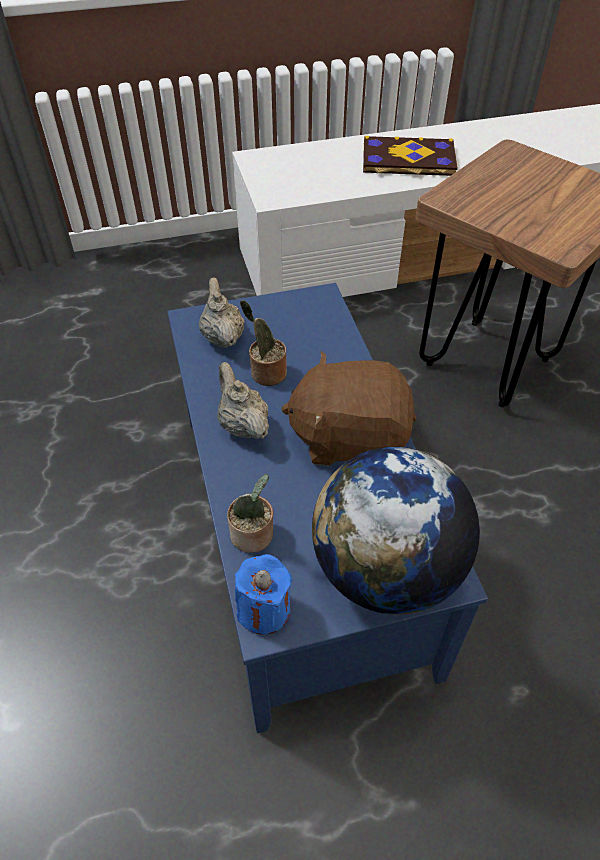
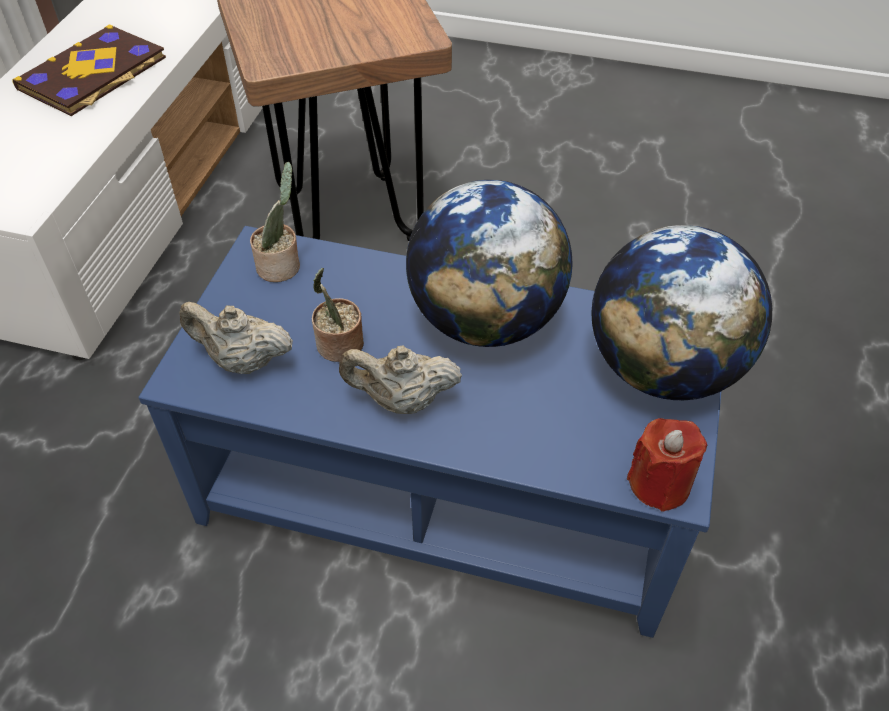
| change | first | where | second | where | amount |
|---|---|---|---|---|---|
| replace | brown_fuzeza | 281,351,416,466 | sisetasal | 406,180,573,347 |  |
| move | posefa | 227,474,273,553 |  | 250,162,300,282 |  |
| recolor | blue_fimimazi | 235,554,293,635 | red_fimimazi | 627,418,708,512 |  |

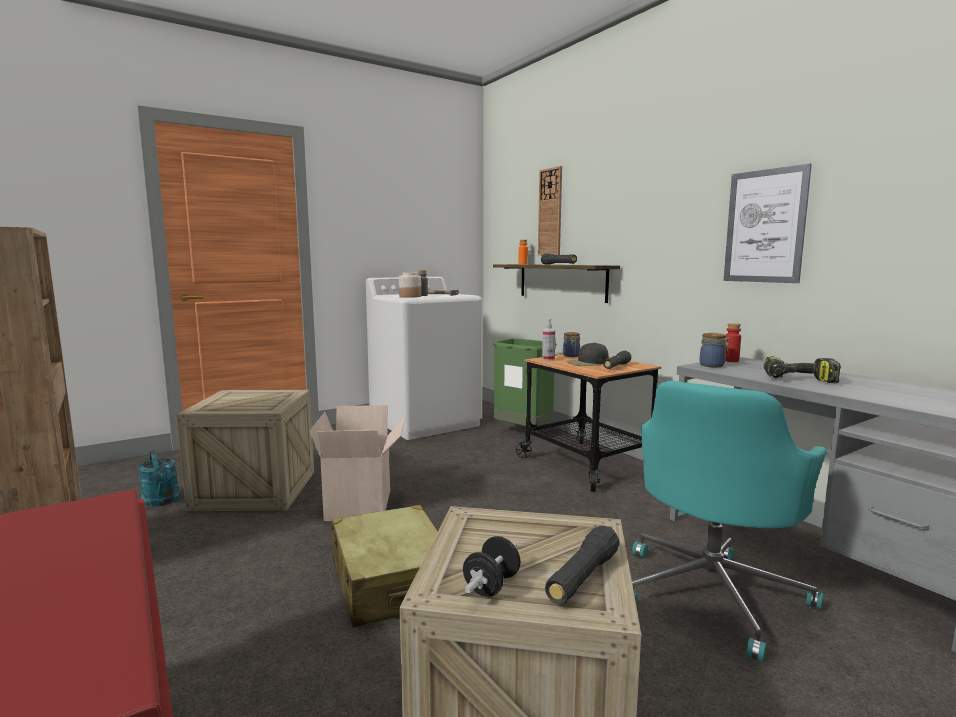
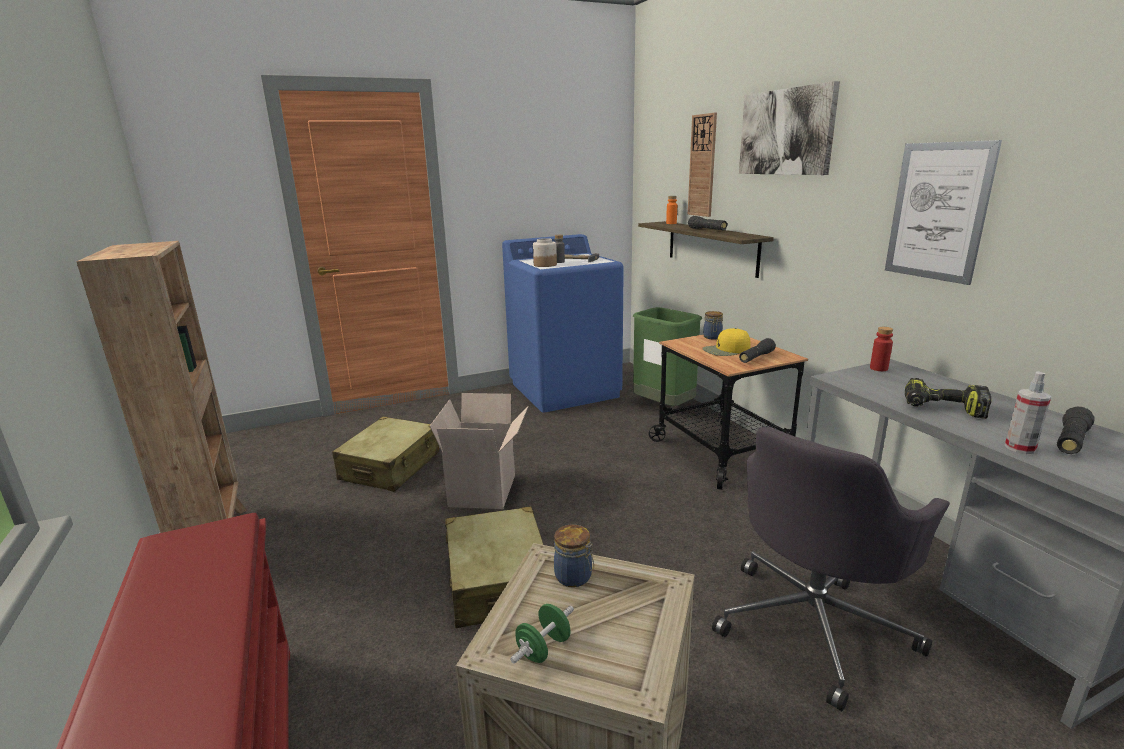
| change | first | where | second | where | amount |
|---|---|---|---|---|---|
| recolor | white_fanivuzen | 366,277,482,440 | blue_fanivuzen | 502,234,624,413 |  |
| move | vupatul | 542,319,555,361 |  | 1005,371,1051,454 |  |
| move | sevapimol | 700,333,729,367 |  | 554,524,594,587 |  |
| recolor | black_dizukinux | 566,342,609,366 | yellow_dizukinux | 702,328,751,356 |  |
| recolor | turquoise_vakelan | 632,381,827,663 | grey_vakelan | 712,426,950,711 |  |
| replace | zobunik | 176,390,314,511 | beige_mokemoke | 332,417,439,492 |  |
| delete | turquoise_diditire | 138,450,180,507 |  |  |  |
| move | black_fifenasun | 545,526,619,604 |  | 1057,407,1095,454 |  |
| recolor | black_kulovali | 463,536,521,597 | green_kulovali | 510,604,574,664 |  |
| insert |  |  | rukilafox | 739,81,840,175 |  |

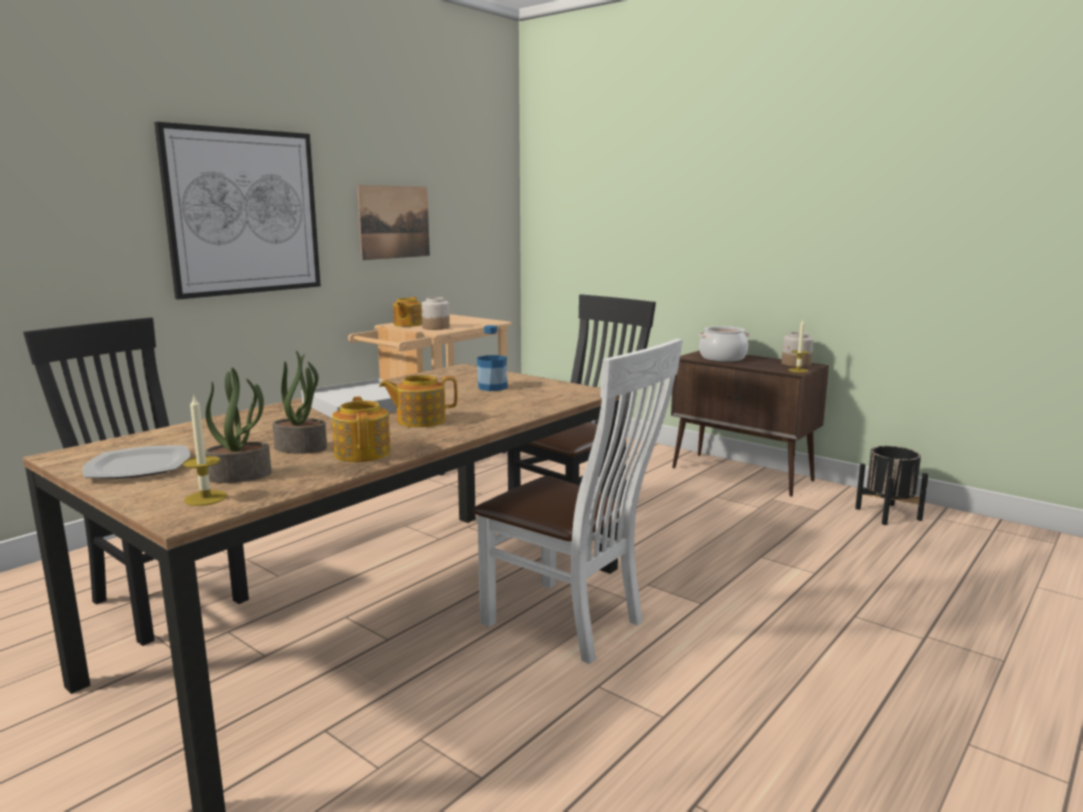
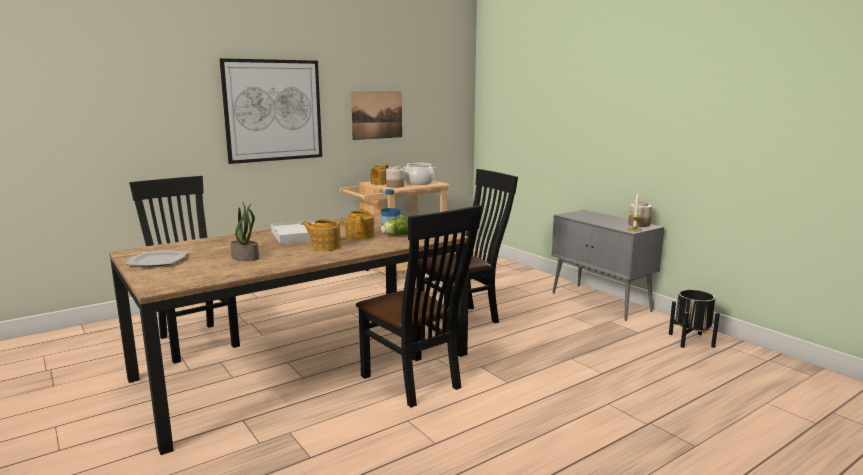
| change | first | where | second | where | amount |
|---|---|---|---|---|---|
| move | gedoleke | 698,326,750,362 |  | 403,163,435,185 |  |
| recolor | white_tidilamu | 472,339,683,664 | black_tidilamu | 356,205,482,408 |  |
| recolor | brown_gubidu | 671,350,829,497 | grey_gubidu | 552,210,664,321 |  |
| delete | posefa | 205,367,272,483 |  |  |  |
| delete | fimimazi | 183,394,227,506 |  |  |  |
| move | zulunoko | 332,396,391,462 |  | 347,208,375,240 |  |
| insert |  |  | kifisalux | 381,216,408,236 |  |

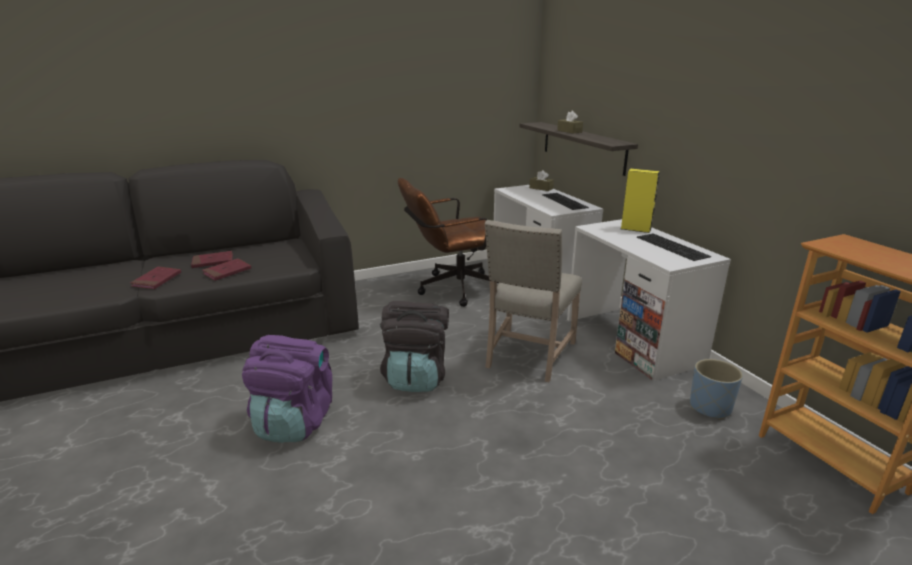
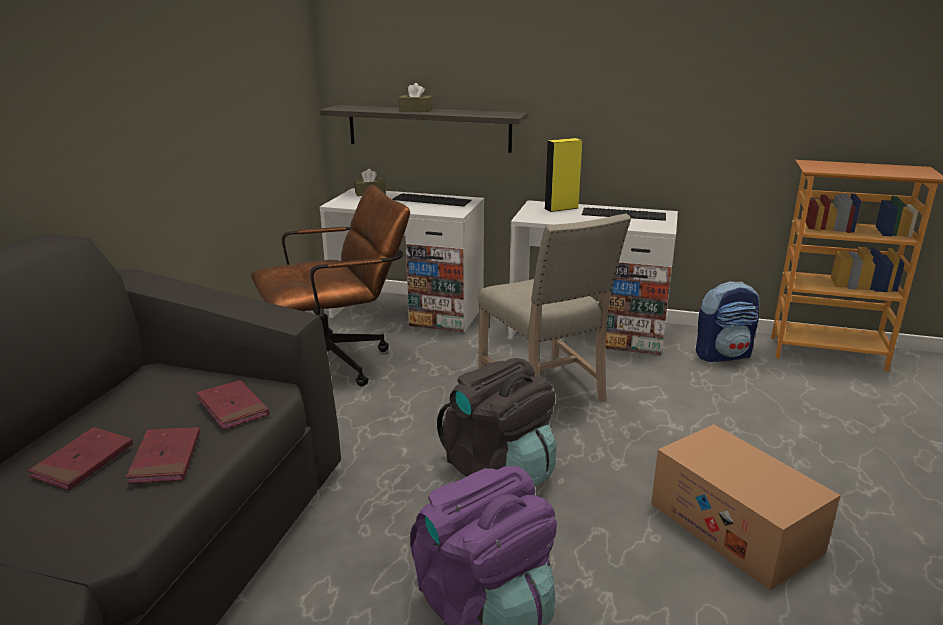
| change | first | where | second | where | amount |
|---|---|---|---|---|---|
| rotate | brown_vakelan | 398,178,499,307 |  | 251,185,410,386 | 135 degrees counterclockwise |
| move | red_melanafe | 130,266,181,289 |  | 197,380,269,430 |  |
| replace | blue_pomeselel | 690,359,743,420 | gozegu | 696,281,759,362 |  |
| insert |  |  | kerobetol | 651,424,841,590 |  |

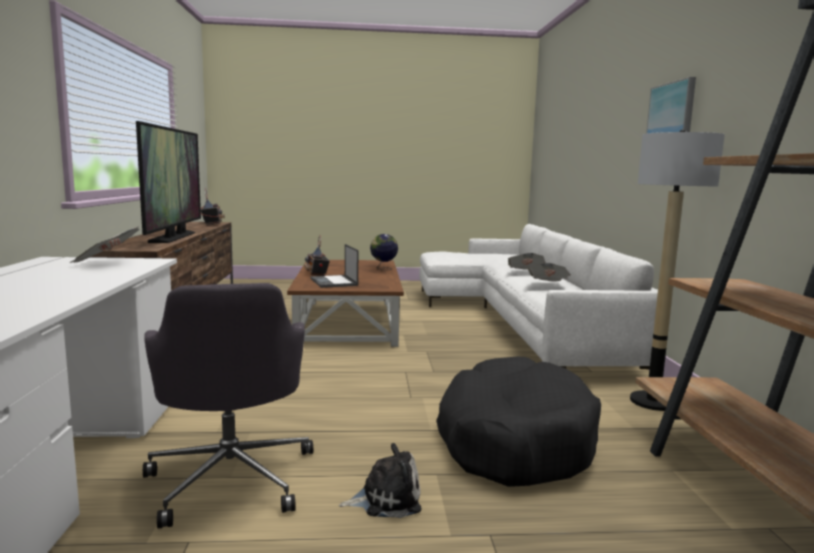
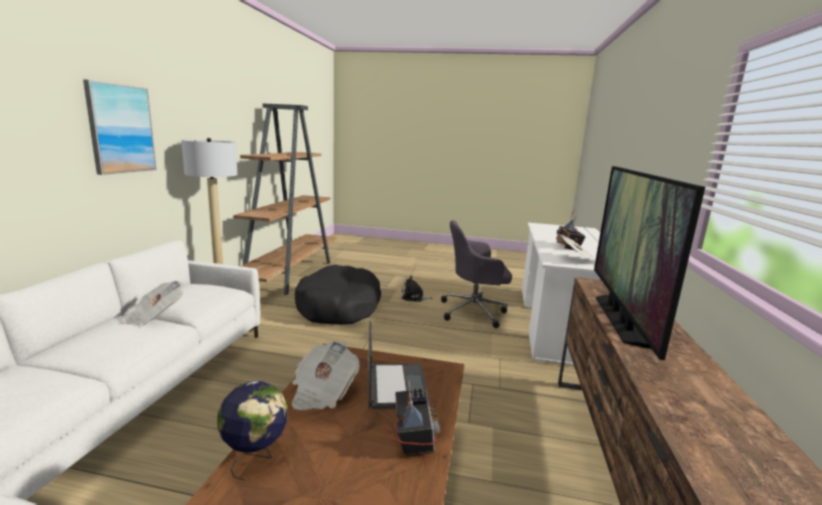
| change | first | where | second | where | amount |
|---|---|---|---|---|---|
| move | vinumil | 201,188,225,226 |  | 556,209,586,250 |  |
| move | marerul | 508,253,546,269 |  | 291,341,360,410 |  |
| rotate | grey_vakelan | 143,283,313,529 |  | 441,220,512,328 | 90 degrees counterclockwise |

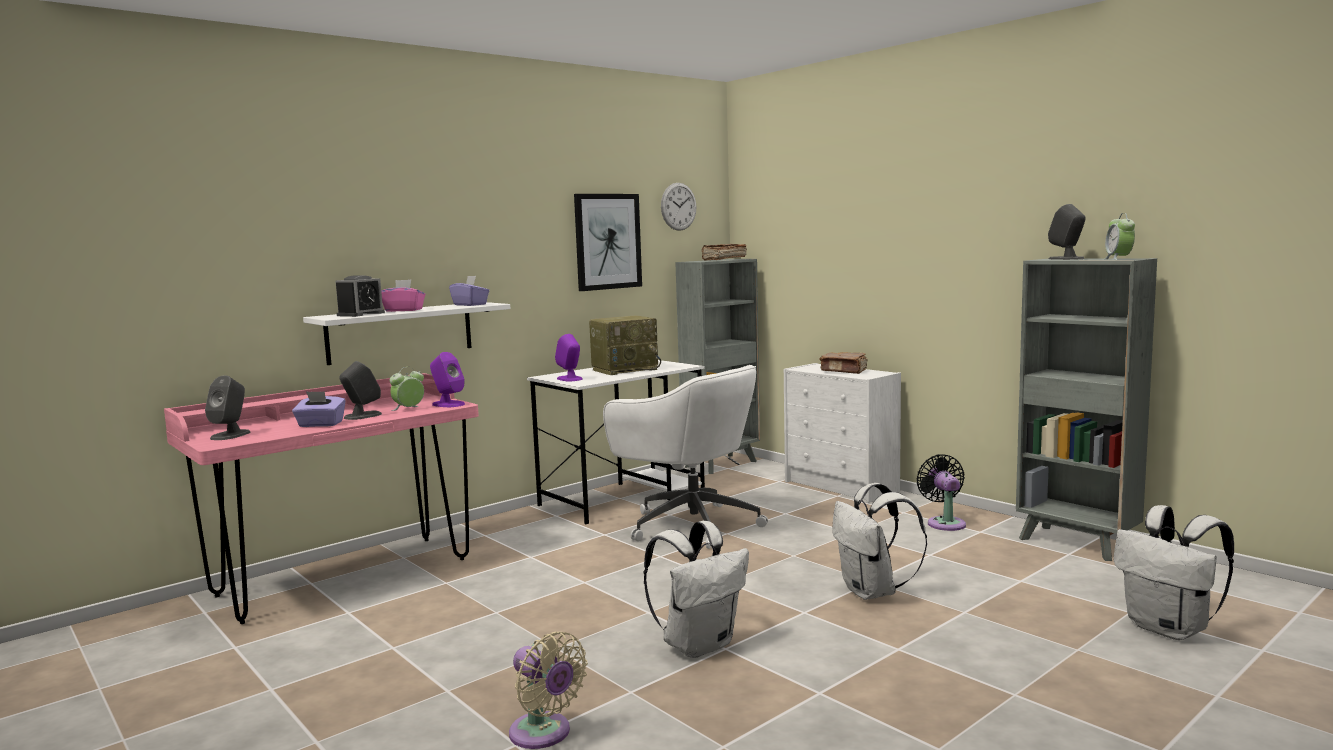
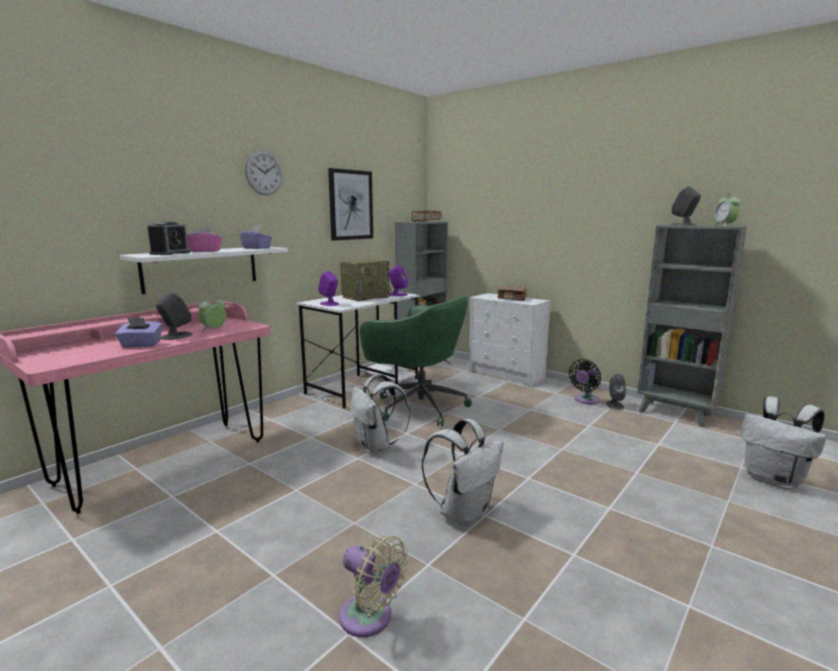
| change | first | where | second | where | amount |
|---|---|---|---|---|---|
| move | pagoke | 661,183,697,231 |  | 245,150,283,195 |  |
| move | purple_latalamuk | 430,352,465,407 |  | 388,265,408,296 |  |
| recolor | white_vakelan | 603,365,768,549 | green_vakelan | 360,295,472,426 |  |
| move | grey_latalamuk | 205,375,250,440 |  | 606,374,626,410 |  |
| rotate | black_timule | 916,454,966,531 |  | 569,359,601,404 | 120 degrees counterclockwise |
| move | white_gozegu | 833,483,927,600 |  | 351,374,410,454 |  |

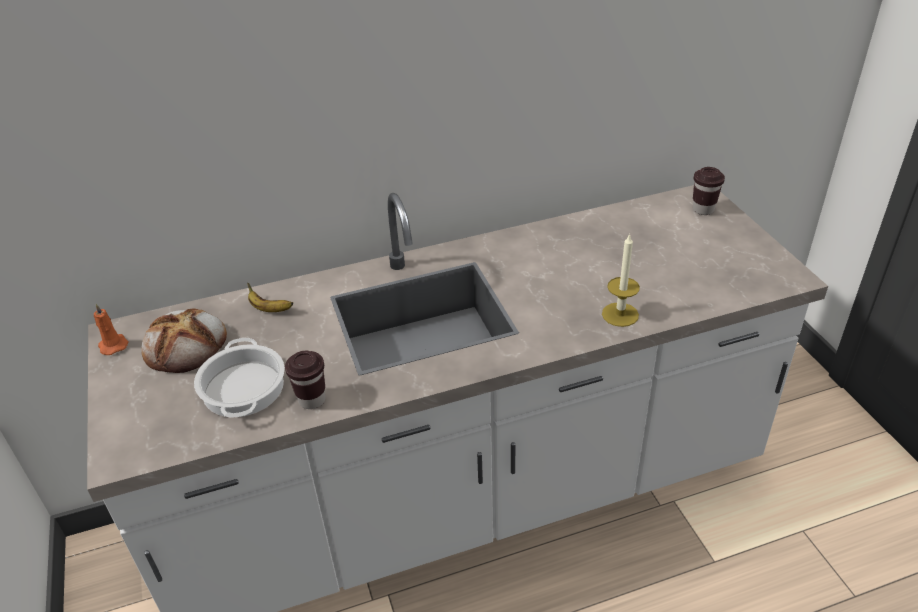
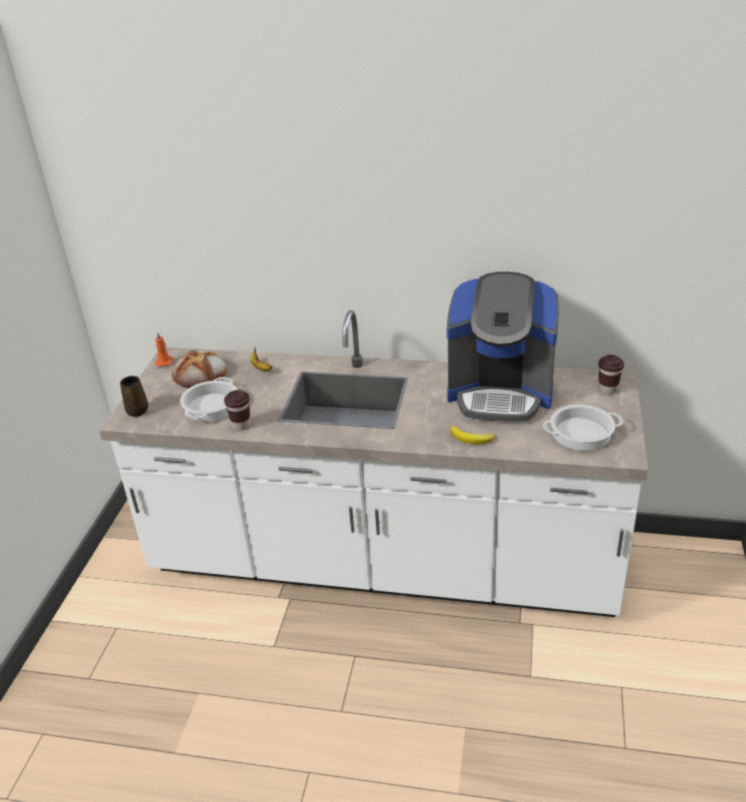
| change | first | where | second | where | amount |
|---|---|---|---|---|---|
| replace | fimimazi | 602,234,640,327 | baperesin | 450,426,495,444 |  |
| insert |  |  | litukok | 447,272,559,422 |  |
| insert |  |  | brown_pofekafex | 120,376,148,417 |  |
| insert |  |  | gedoleke | 543,405,624,451 |  |

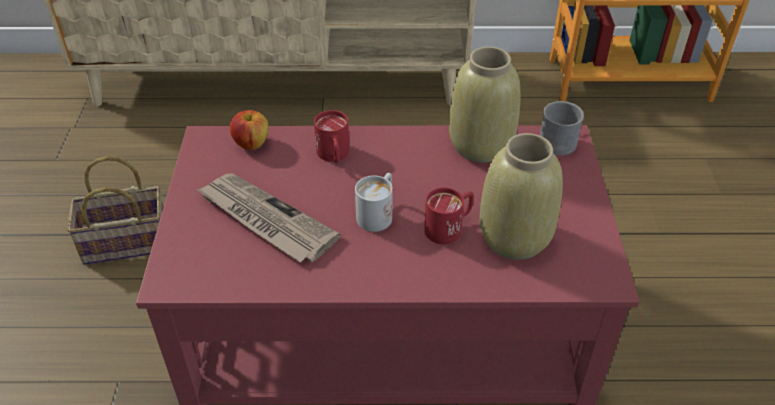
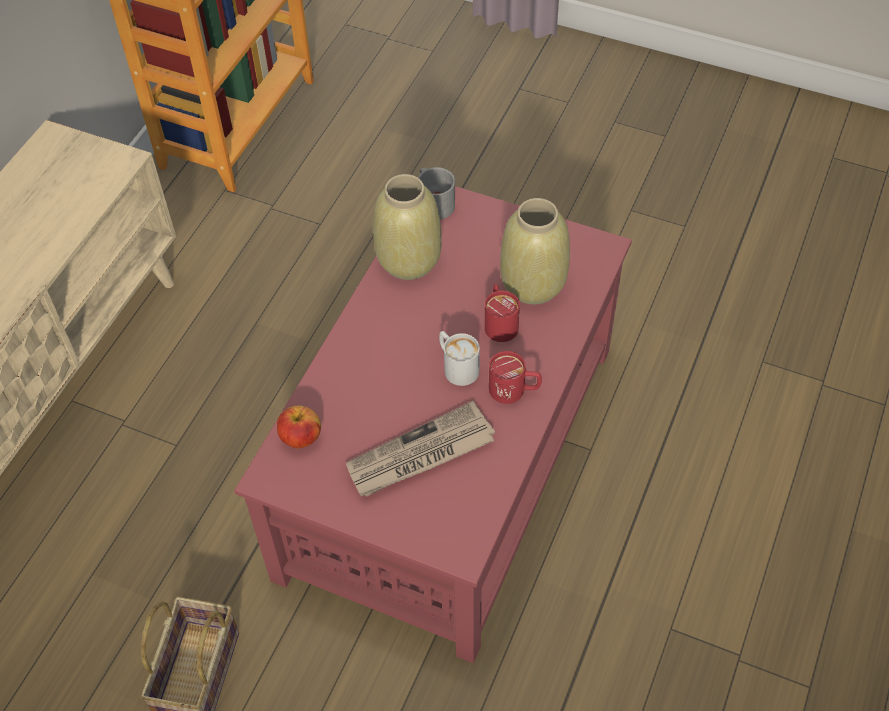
| change | first | where | second | where | amount |
|---|---|---|---|---|---|
| move | red_pofekafex | 314,110,349,163 |  | 489,351,542,404 |  |

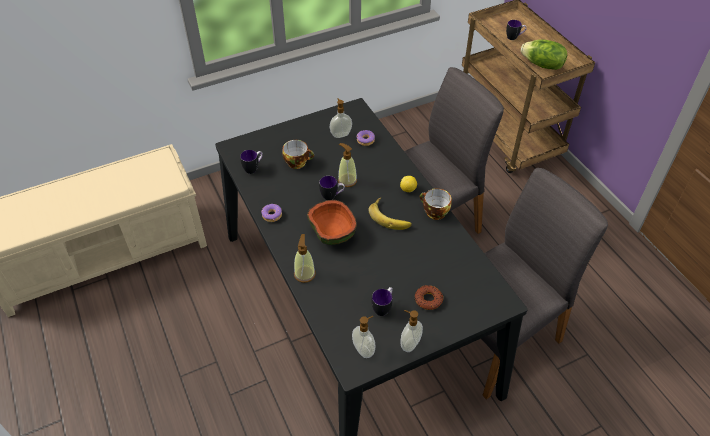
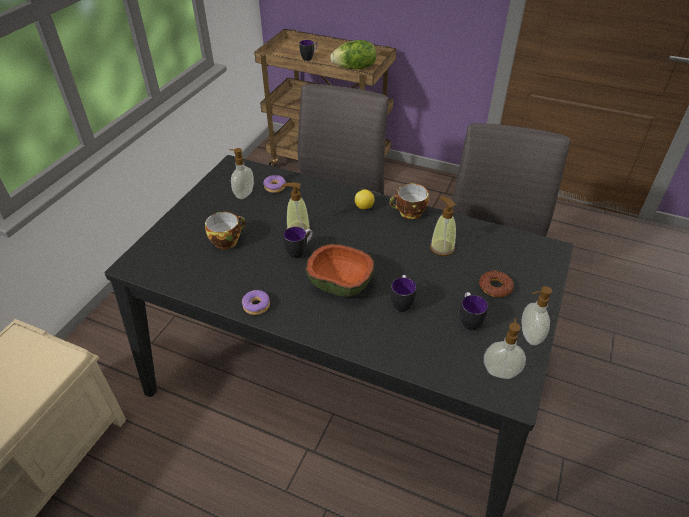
| change | first | where | second | where | amount |
|---|---|---|---|---|---|
| move | pofekafex | 240,150,263,174 |  | 390,275,416,312 |  |
| delete | baperesin | 368,197,412,230 |  |  |  |
| move | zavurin | 294,234,316,283 |  | 430,196,456,256 |  |

